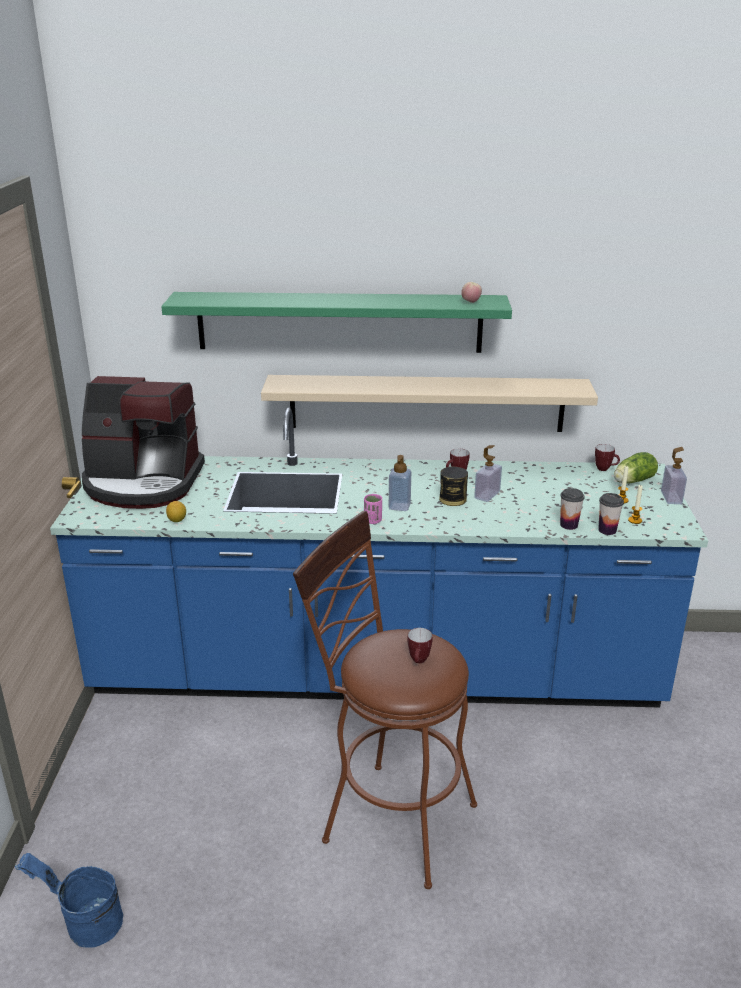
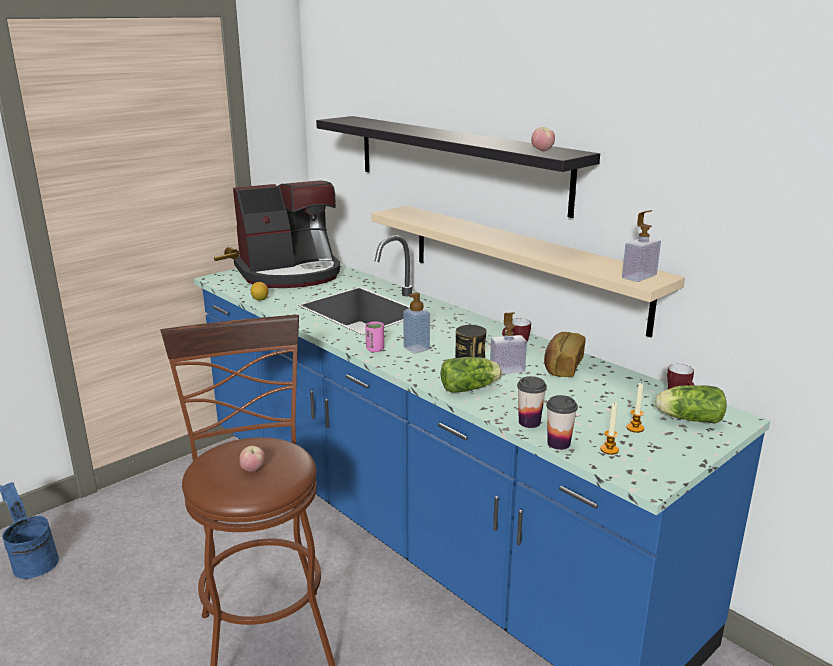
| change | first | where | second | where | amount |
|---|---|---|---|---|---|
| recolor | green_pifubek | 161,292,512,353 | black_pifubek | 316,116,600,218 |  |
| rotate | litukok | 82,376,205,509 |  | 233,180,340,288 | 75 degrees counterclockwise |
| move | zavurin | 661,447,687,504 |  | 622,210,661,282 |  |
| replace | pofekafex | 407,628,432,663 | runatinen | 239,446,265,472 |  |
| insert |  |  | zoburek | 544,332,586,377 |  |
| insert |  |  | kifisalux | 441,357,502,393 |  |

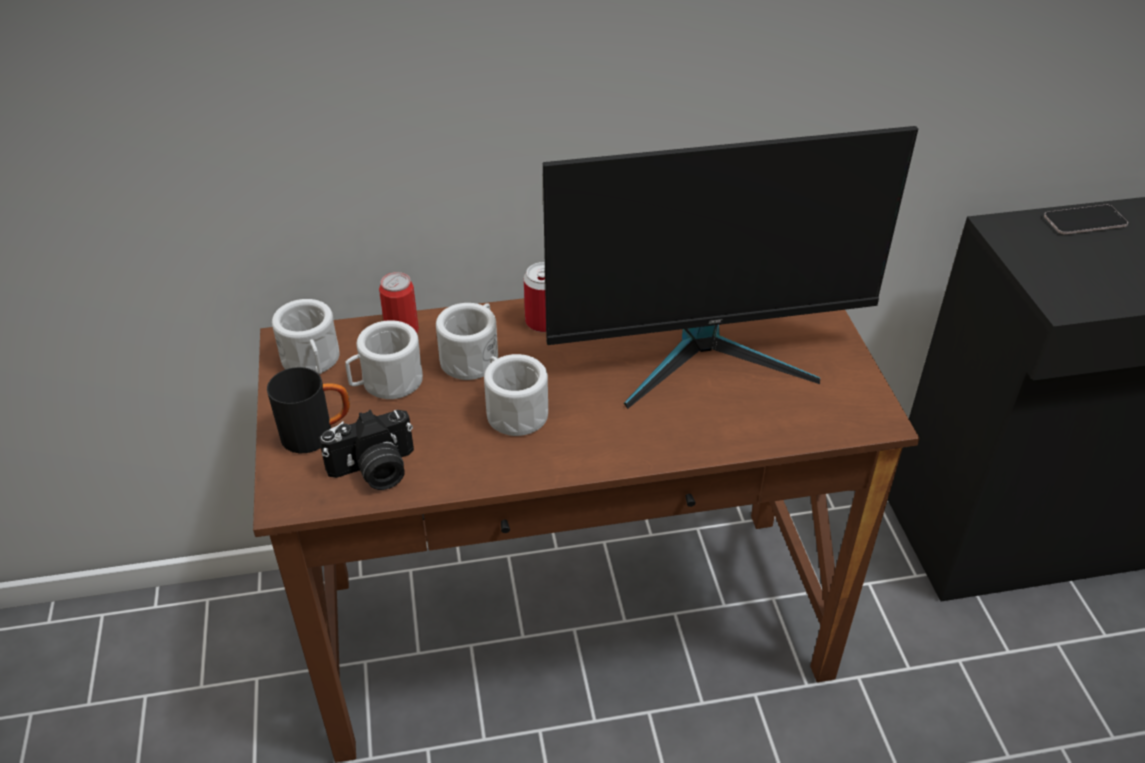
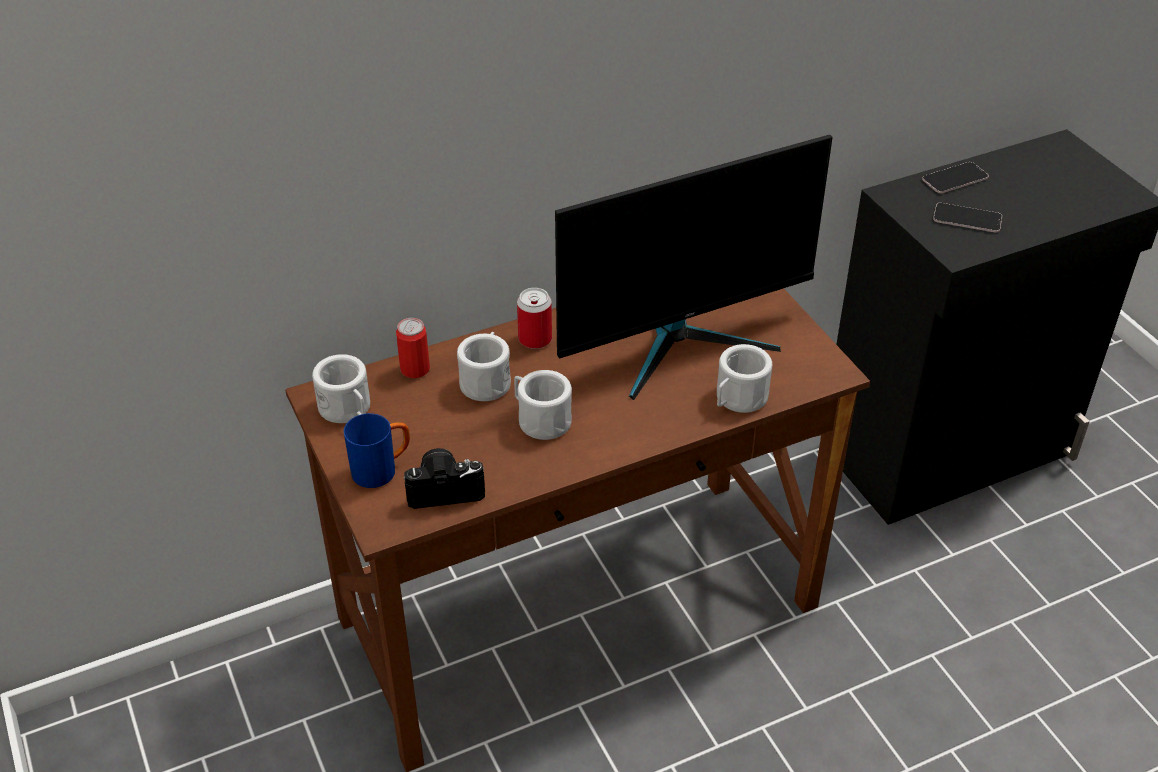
| change | first | where | second | where | amount |
|---|---|---|---|---|---|
| move | white_pofekafex | 345,320,423,399 |  | 717,344,772,413 |  |
| recolor | black_pofekafex | 267,367,350,453 | blue_pofekafex | 344,413,410,488 |  |
| rotate | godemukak | 319,410,414,490 |  | 404,448,485,509 | 150 degrees counterclockwise |
| insert |  |  | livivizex | 933,203,1002,233 |  |

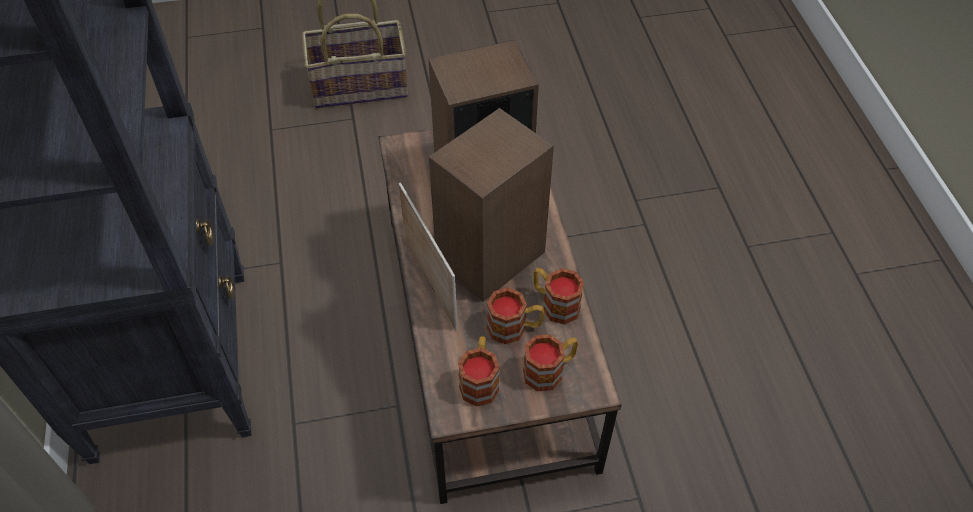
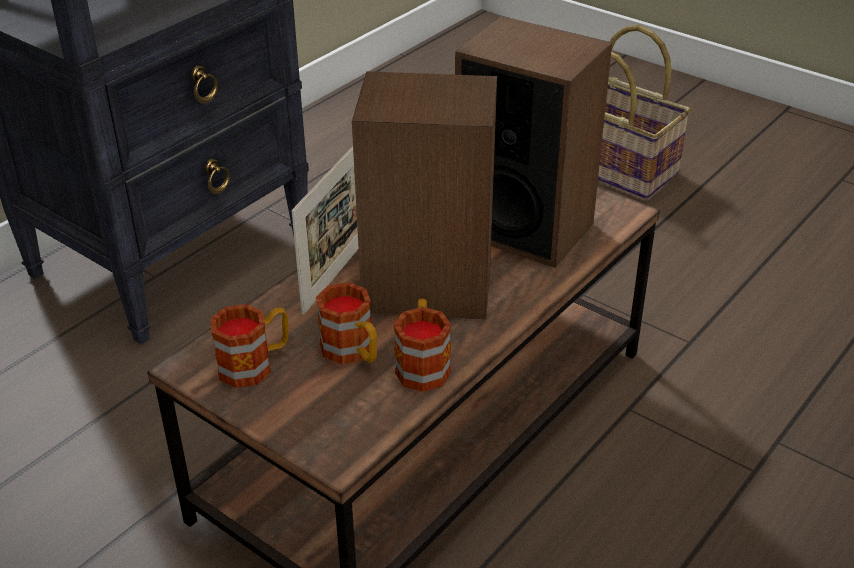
| change | first | where | second | where | amount |
|---|---|---|---|---|---|
| delete | pofekafex | 523,334,578,391 |  |  |  |

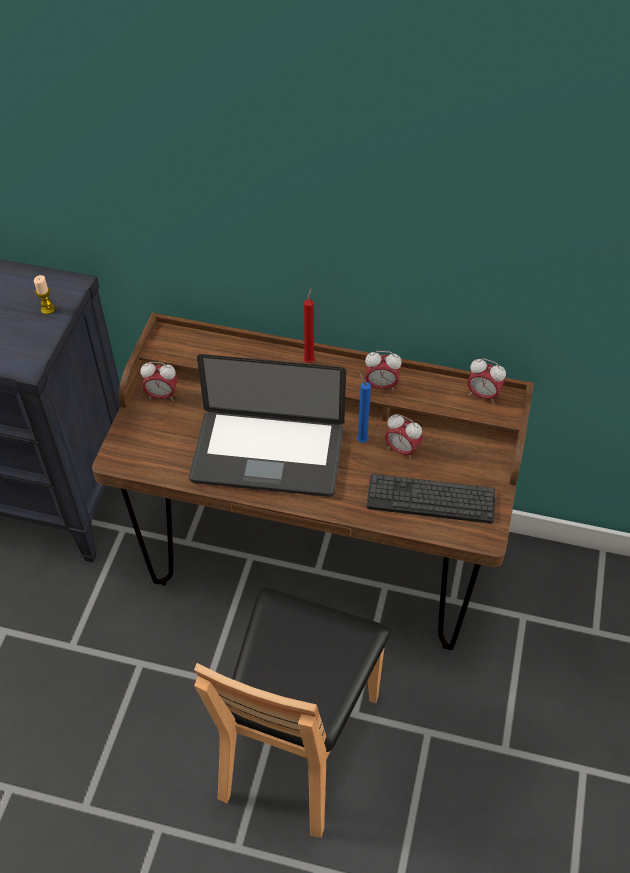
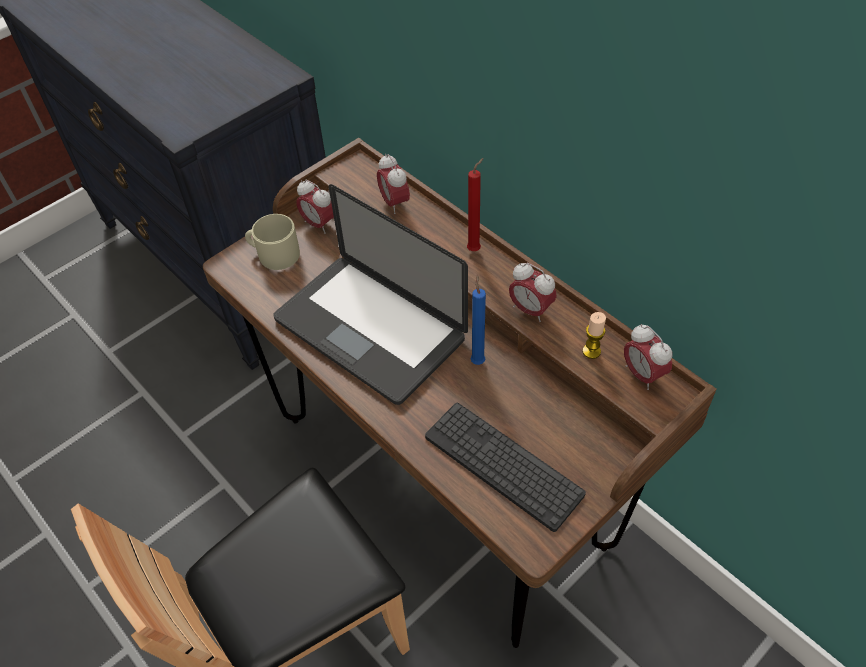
| change | first | where | second | where | amount |
|---|---|---|---|---|---|
| move | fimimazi | 34,275,55,314 |  | 582,312,606,359 |  |
| move | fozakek | 385,414,423,460 |  | 377,154,410,214 |  |
| insert |  |  | beige_pofekafex | 245,214,300,270 |  |

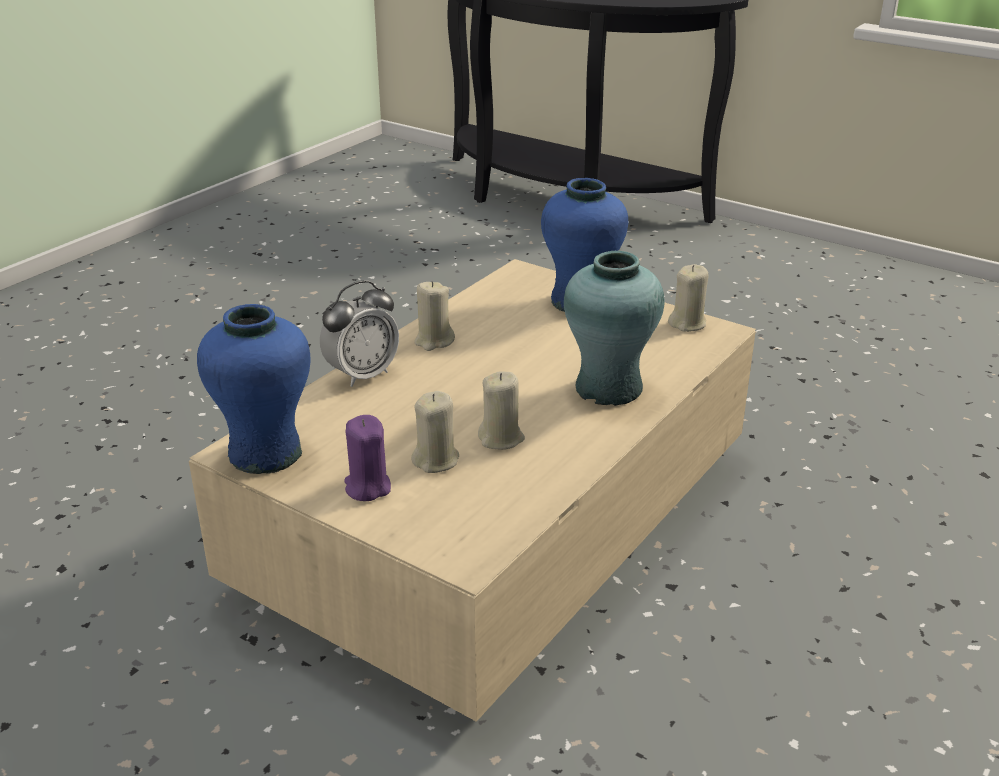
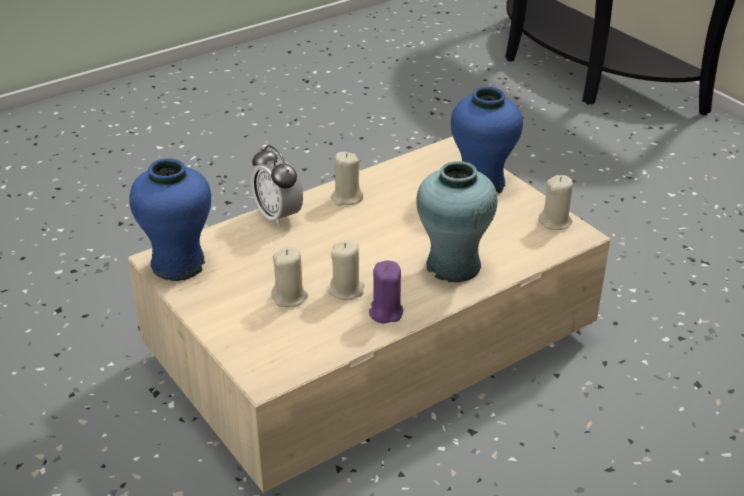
| change | first | where | second | where | amount |
|---|---|---|---|---|---|
| rotate | fozakek | 320,280,399,387 |  | 251,145,303,227 | 75 degrees clockwise |
| move | purple_fimimazi | 344,415,391,501 |  | 369,260,403,324 |  |

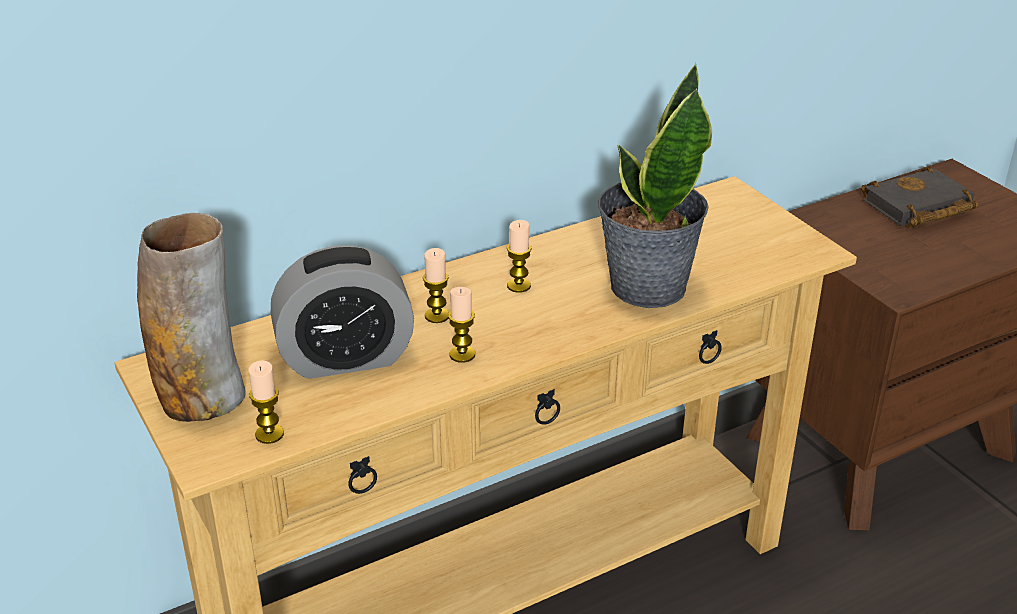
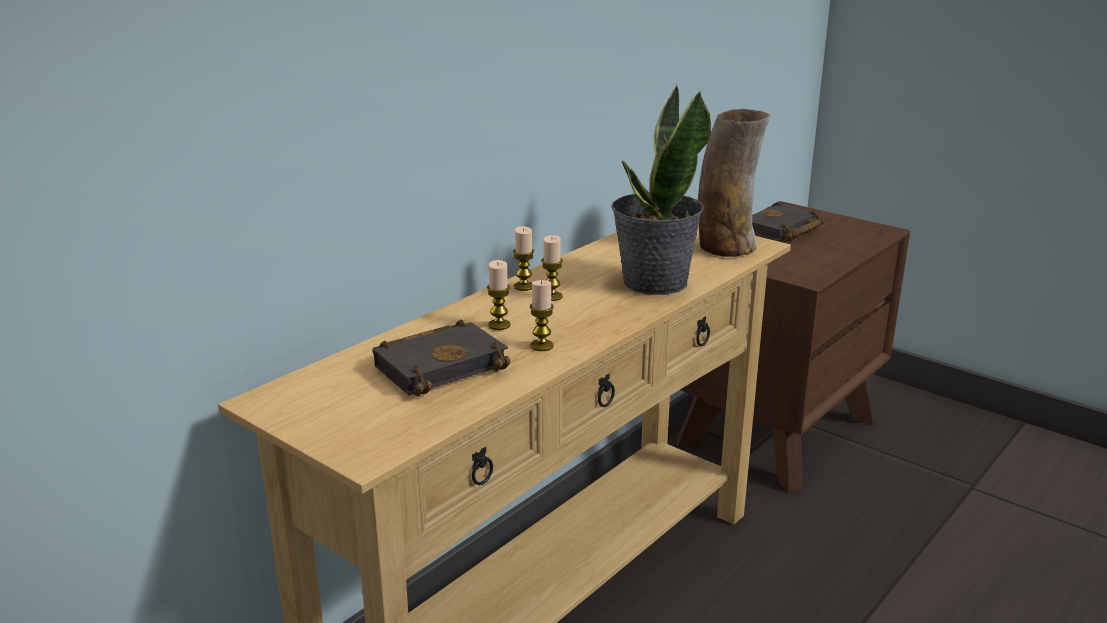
| change | first | where | second | where | amount |
|---|---|---|---|---|---|
| move | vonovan | 137,213,246,422 |  | 698,109,771,257 |  |
| replace | fozakek | 271,245,414,379 | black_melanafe | 372,319,510,396 |  |
| move | fimimazi | 249,360,284,444 |  | 513,226,534,291 |  |

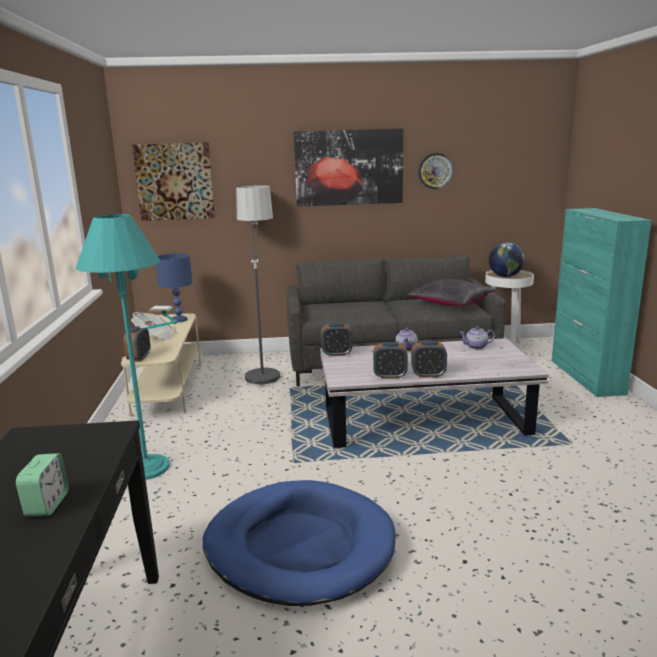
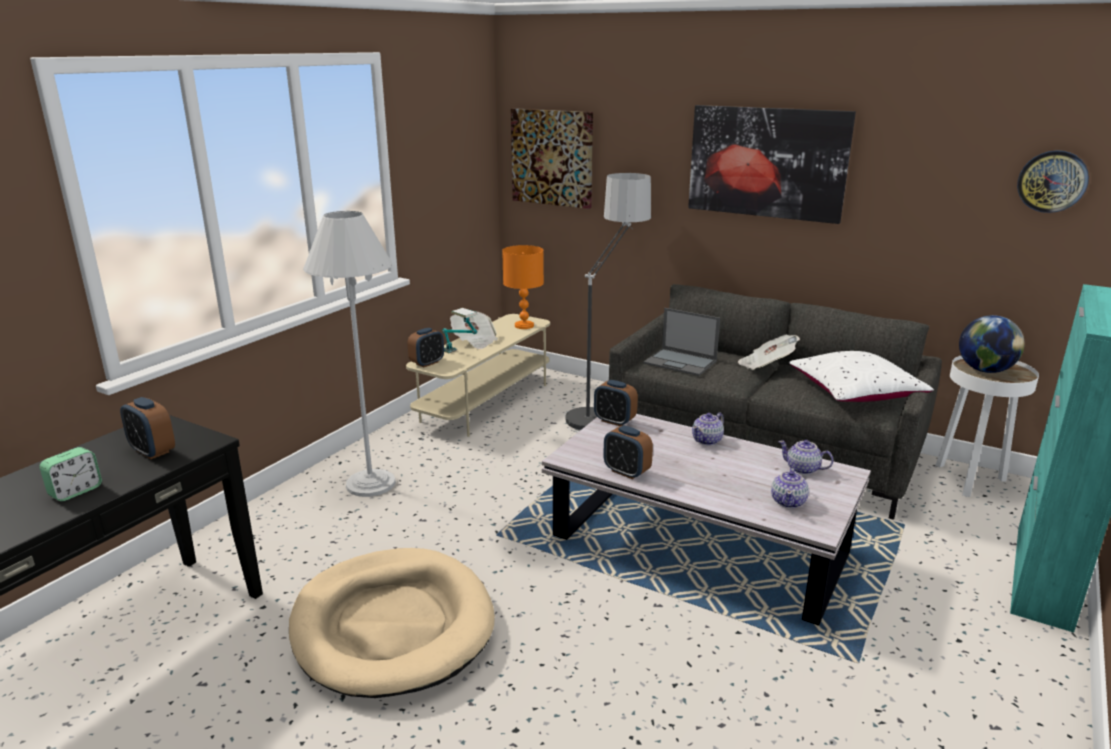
| change | first | where | second | where | amount |
|---|---|---|---|---|---|
| move | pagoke | 418,153,453,189 |  | 1017,150,1089,213 |  |
| recolor | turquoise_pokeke | 76,214,170,480 | white_pokeke | 303,211,396,497 |  |
| recolor | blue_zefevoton | 156,253,193,322 | orange_zefevoton | 502,245,544,329 |  |
| recolor | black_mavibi | 407,279,496,306 | white_mavibi | 788,351,934,402 |  |
| move | fozakek | 411,341,447,378 |  | 120,397,175,459 |  |
| recolor | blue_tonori | 203,480,396,606 | beige_tonori | 289,548,495,698 |  |
| insert |  |  | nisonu | 643,308,720,376 |  |
| insert |  |  | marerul | 738,335,800,370 |  |
| insert |  |  | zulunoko | 771,467,809,508 |  |

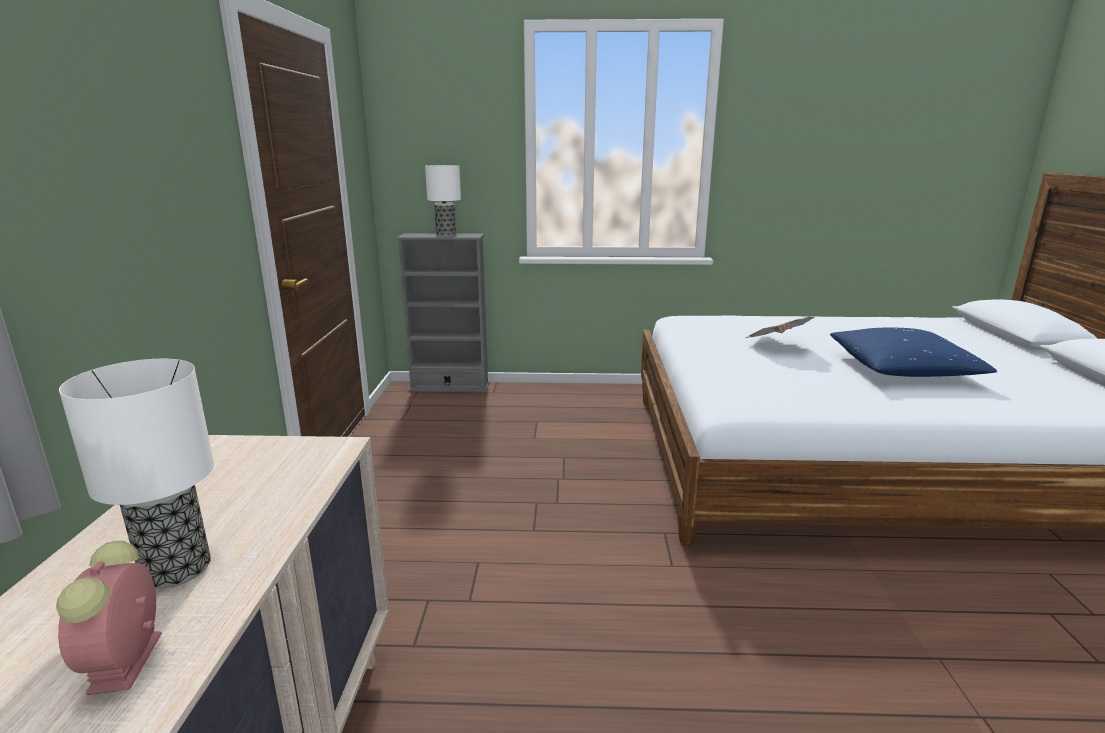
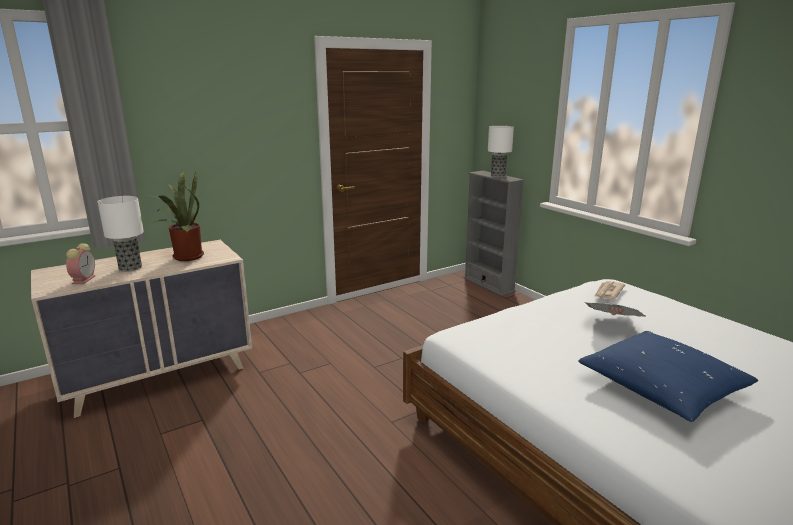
| change | first | where | second | where | amount |
|---|---|---|---|---|---|
| rotate | fozakek | 56,541,162,695 |  | 66,243,95,284 | 135 degrees clockwise |
| insert |  |  | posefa | 145,170,204,261 |  |
| insert |  |  | marerul | 594,281,625,299 |  |

